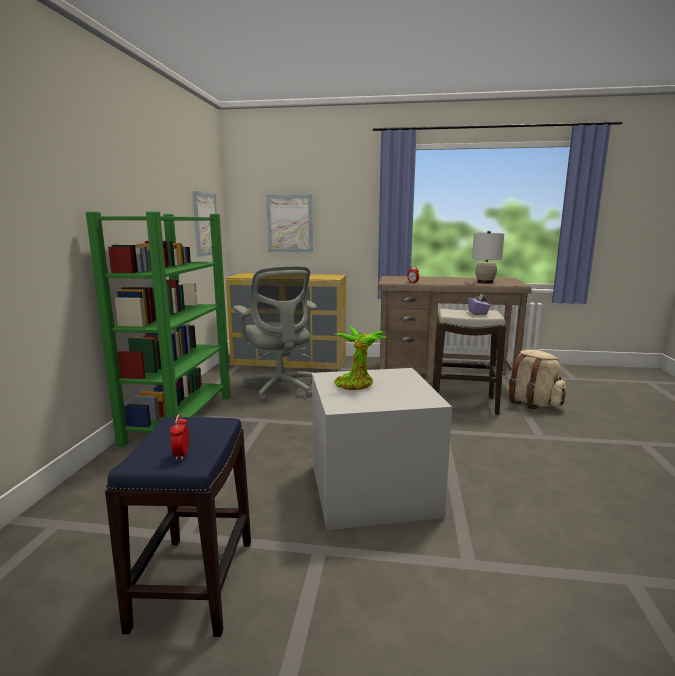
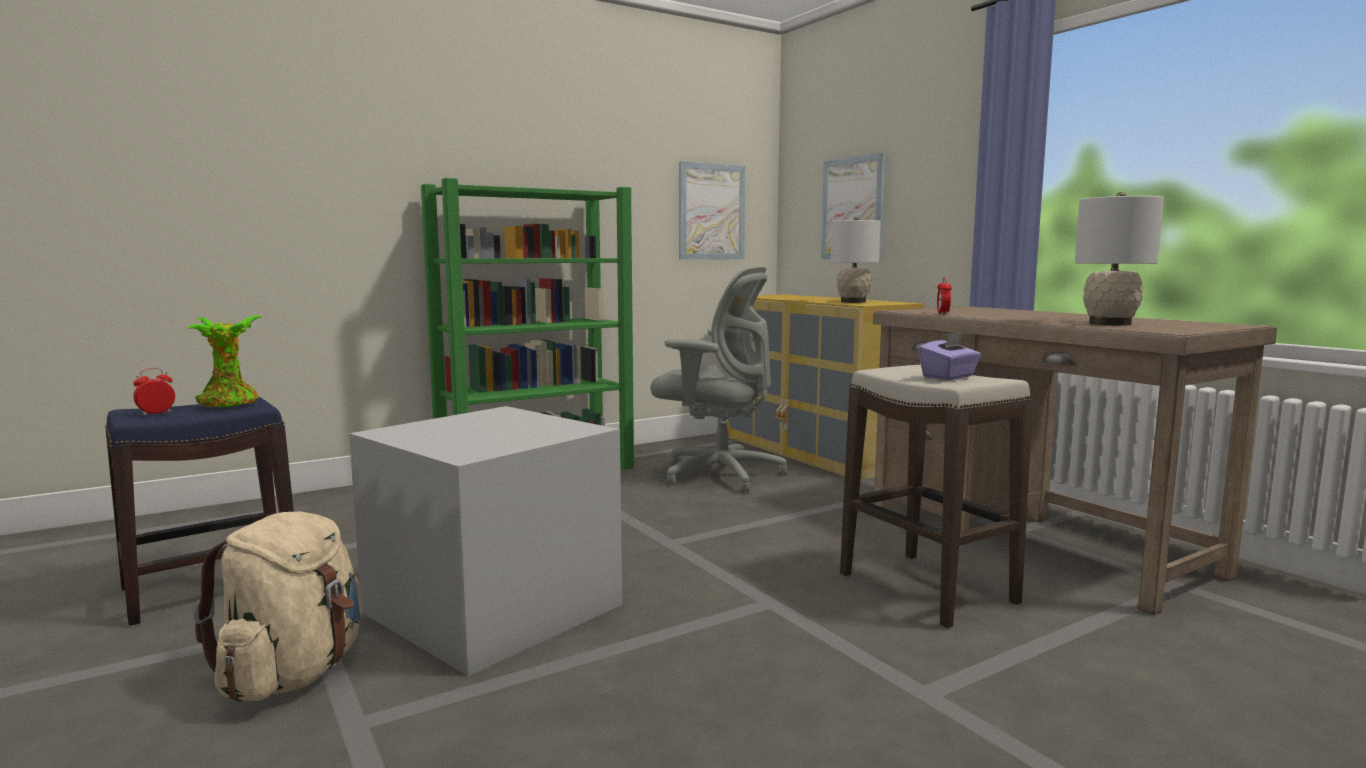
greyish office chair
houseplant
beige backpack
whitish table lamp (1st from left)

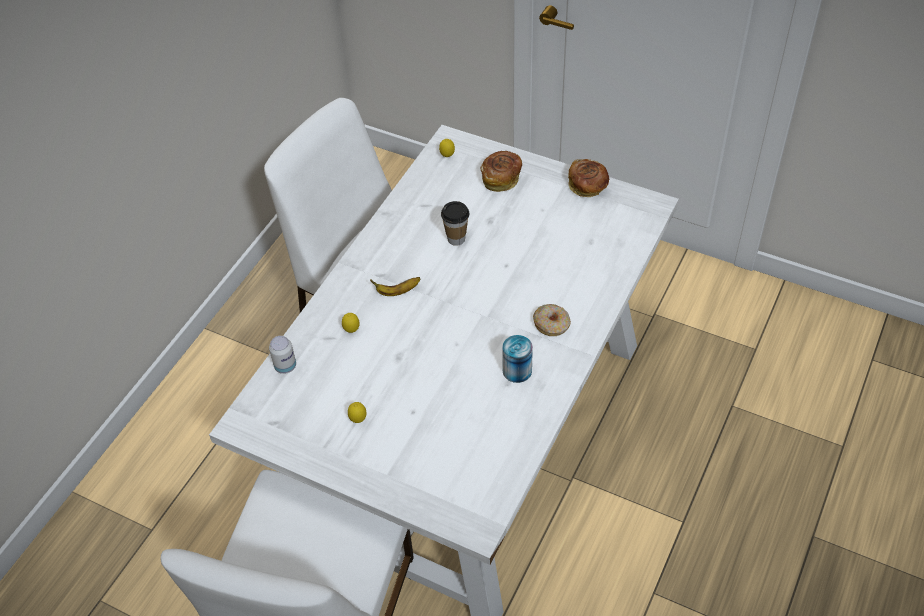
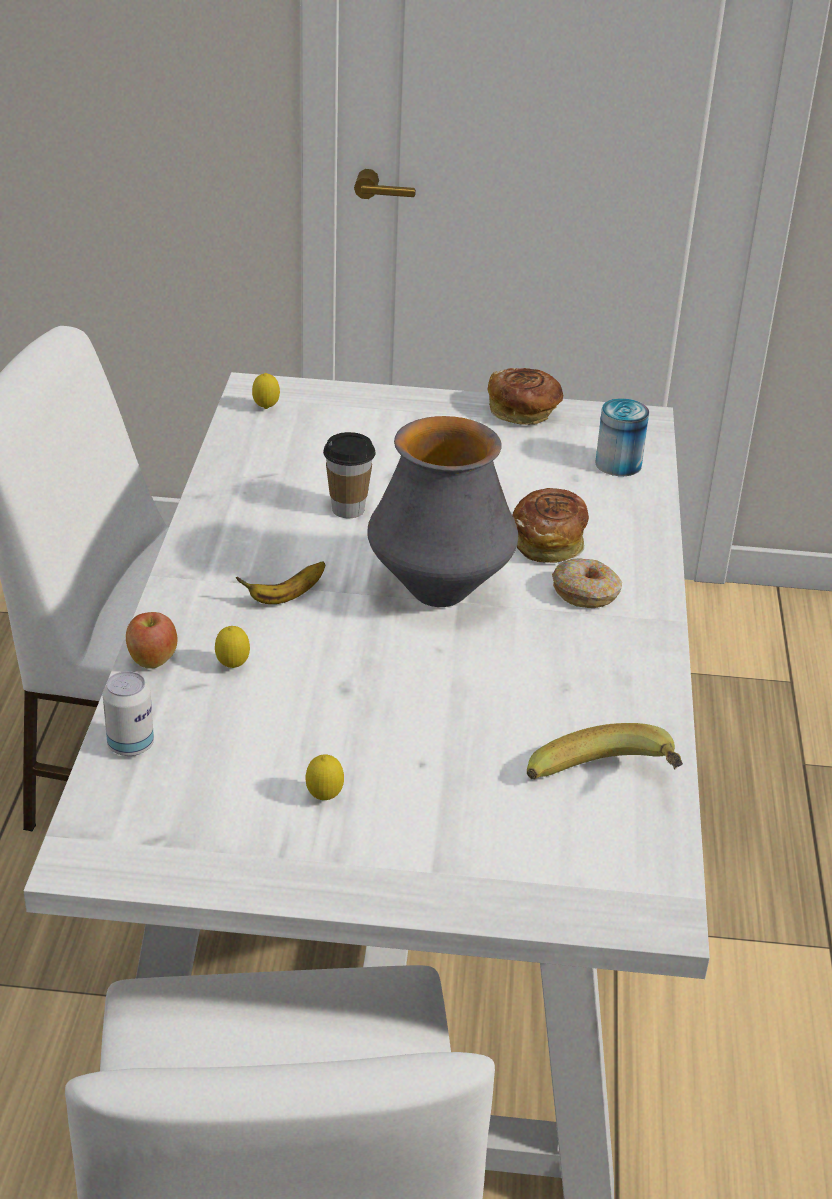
baked bread (2nd from left)
sealed can (2nd from left)
vase
whole apple
banana (2nd from left)

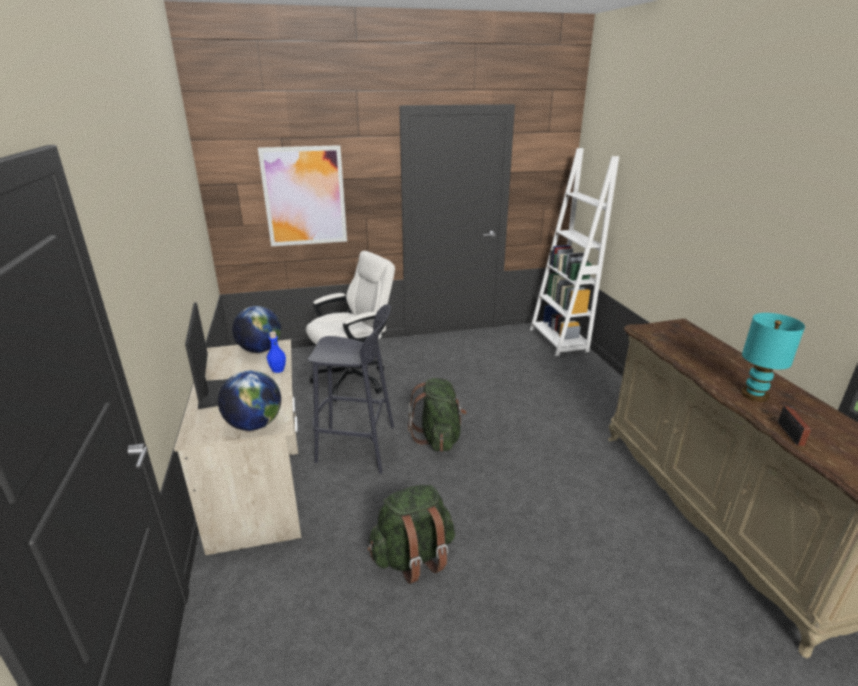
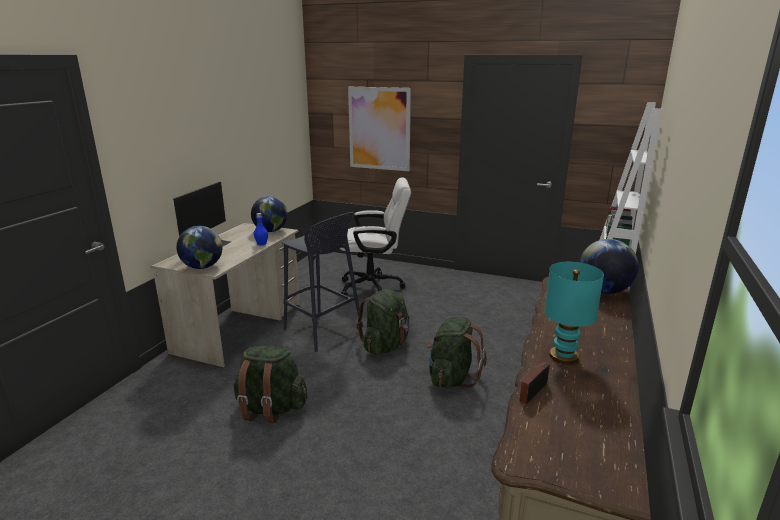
desk globe (3rd from left)
greenish backpack (3rd from left)

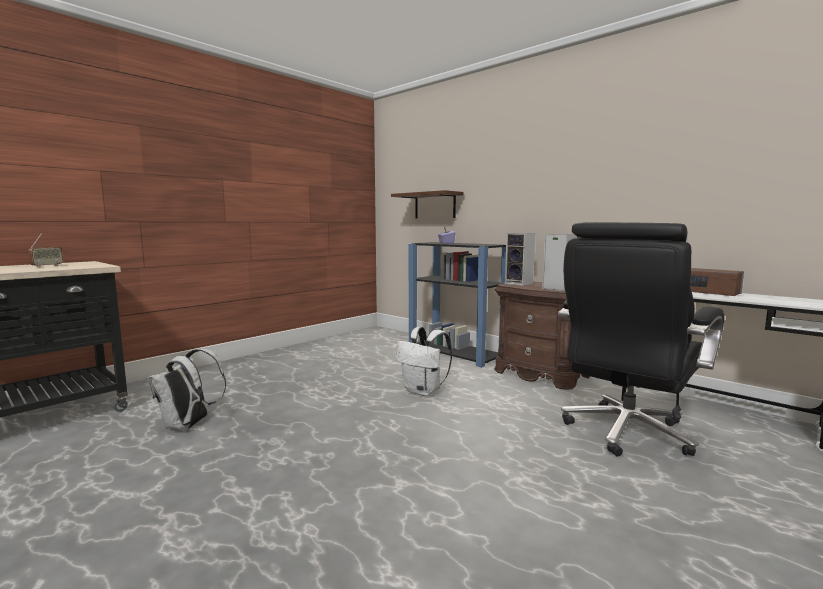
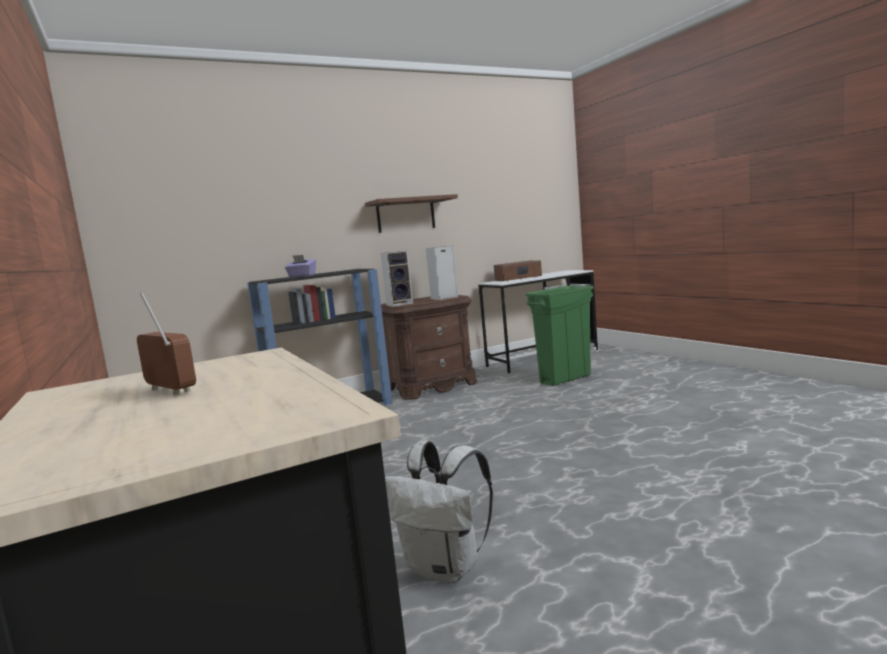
brown bracket shelf
greenish trash can
whitish backpack (2nd from left in the first image)

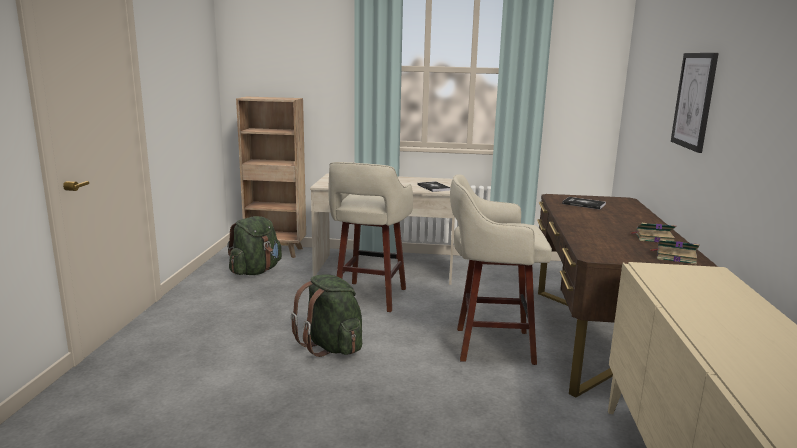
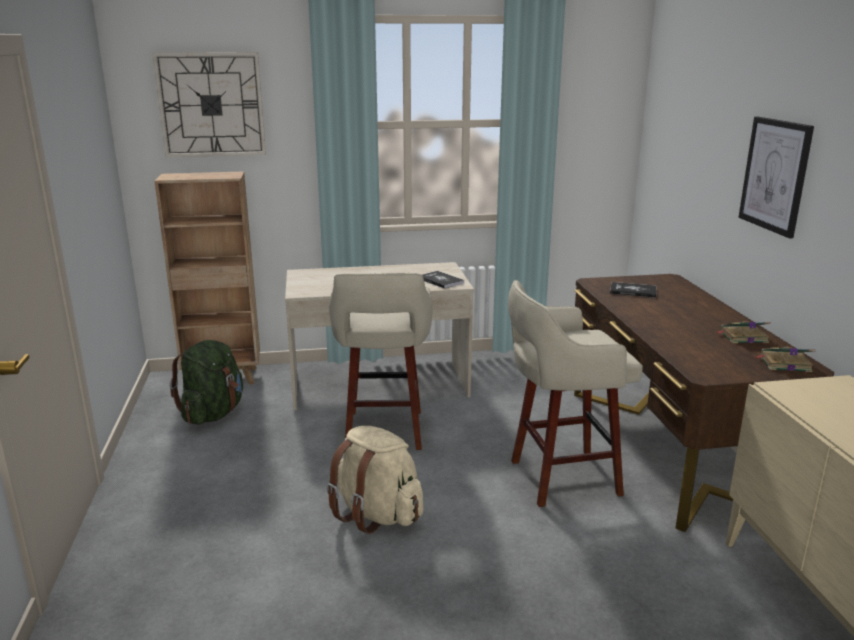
beige backpack
hanging clock

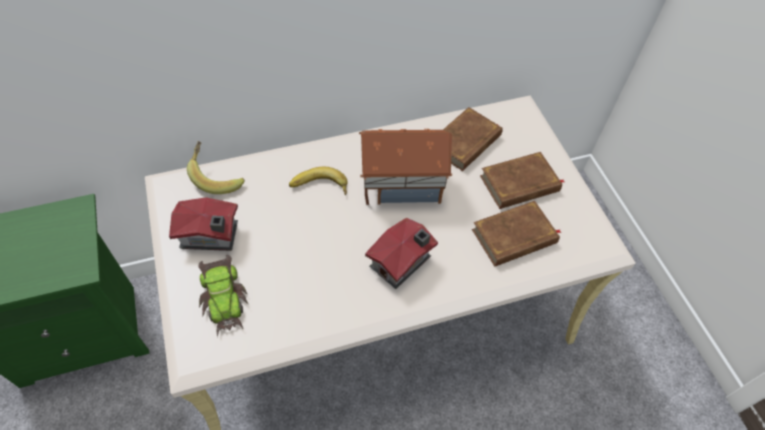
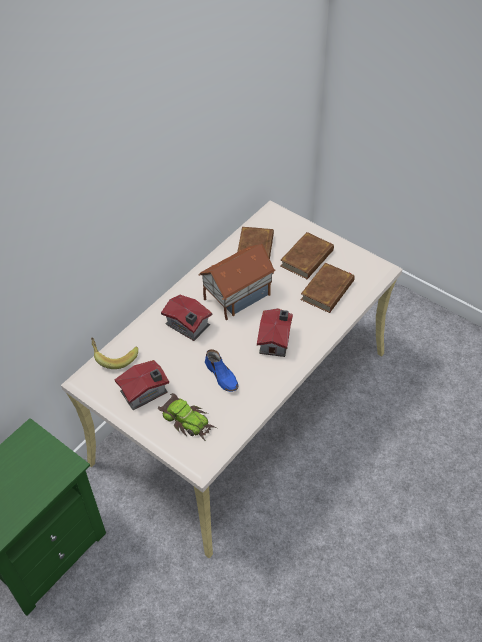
toy house (2nd from left)
bluish item of footwear

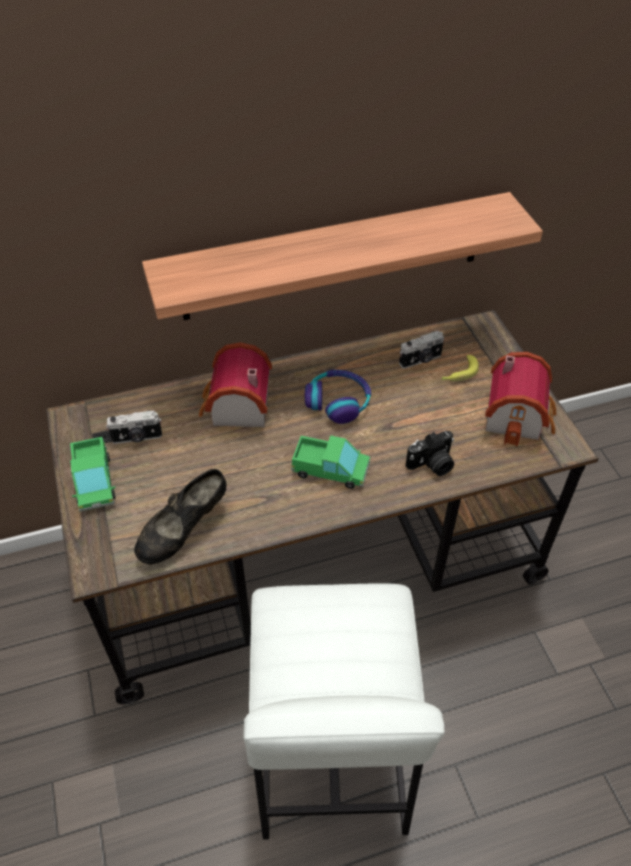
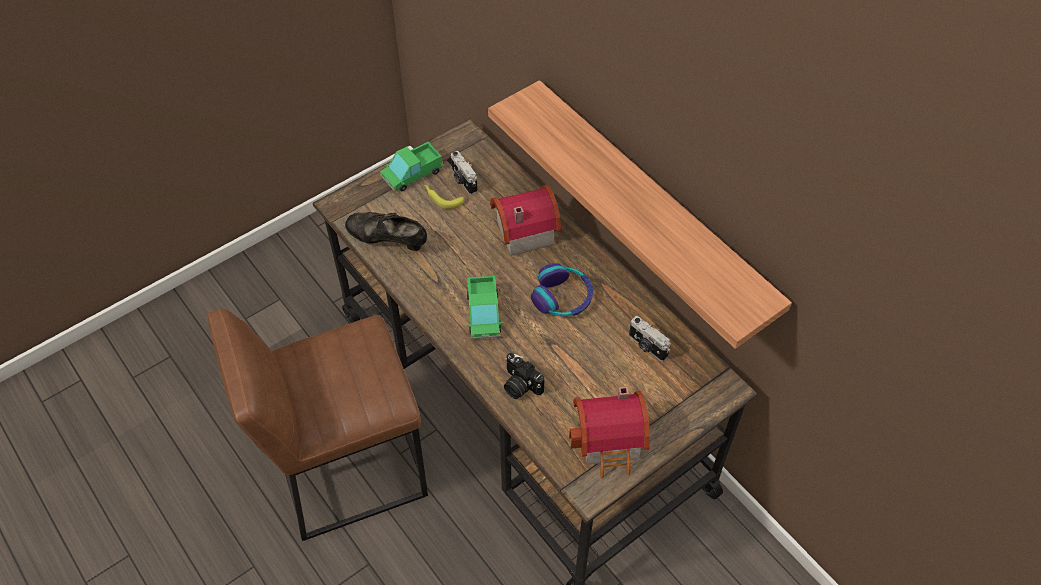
banana
brown plain chair

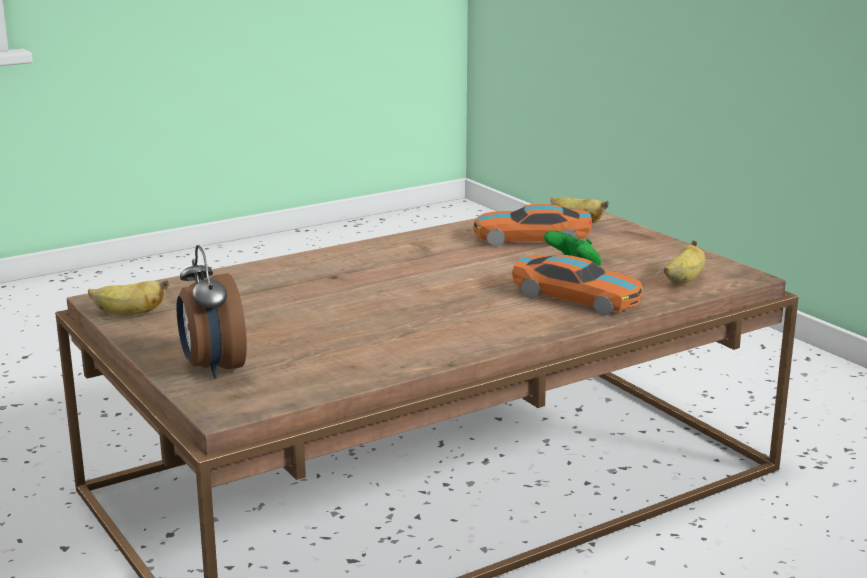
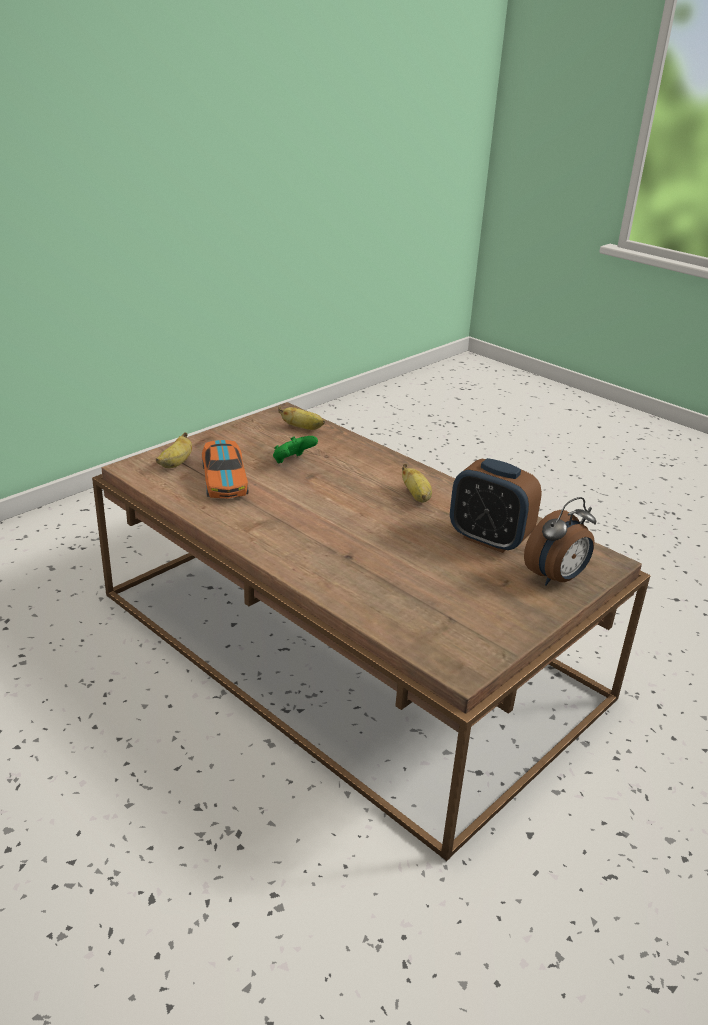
toy car (2nd from left in the first image)
banana (3rd from left)
alarm clock (1st from left)

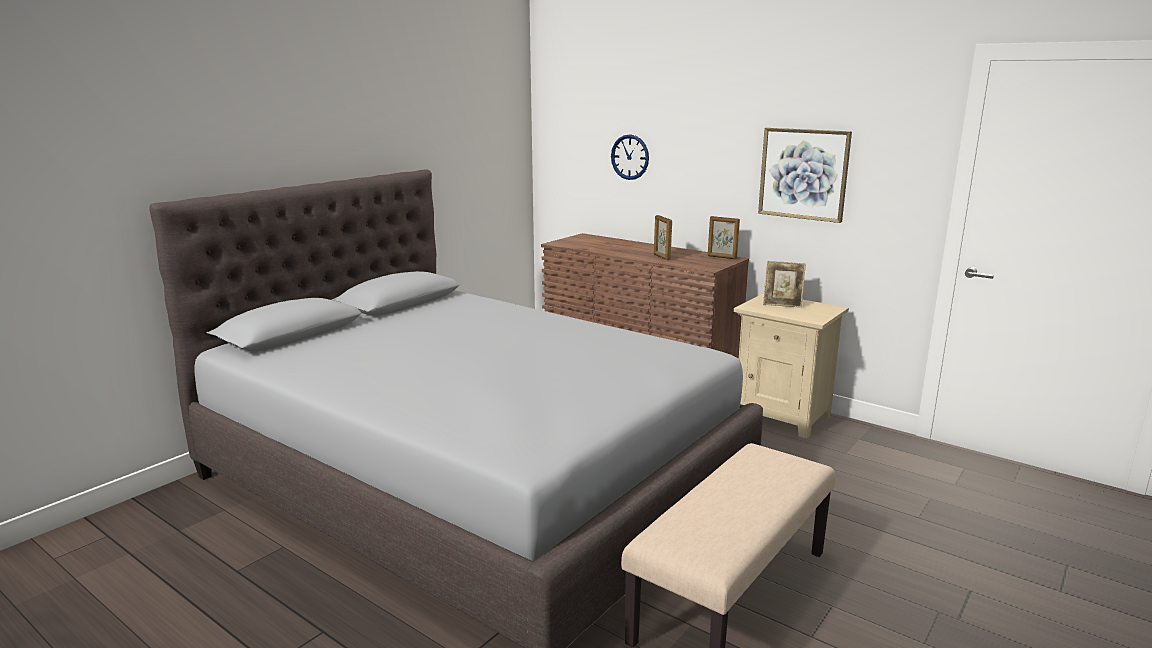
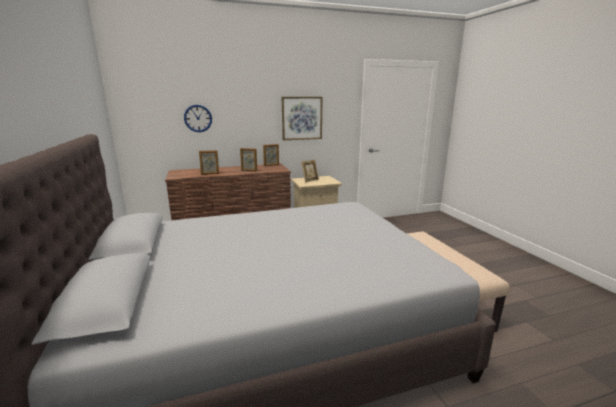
photo frame (1st from left)

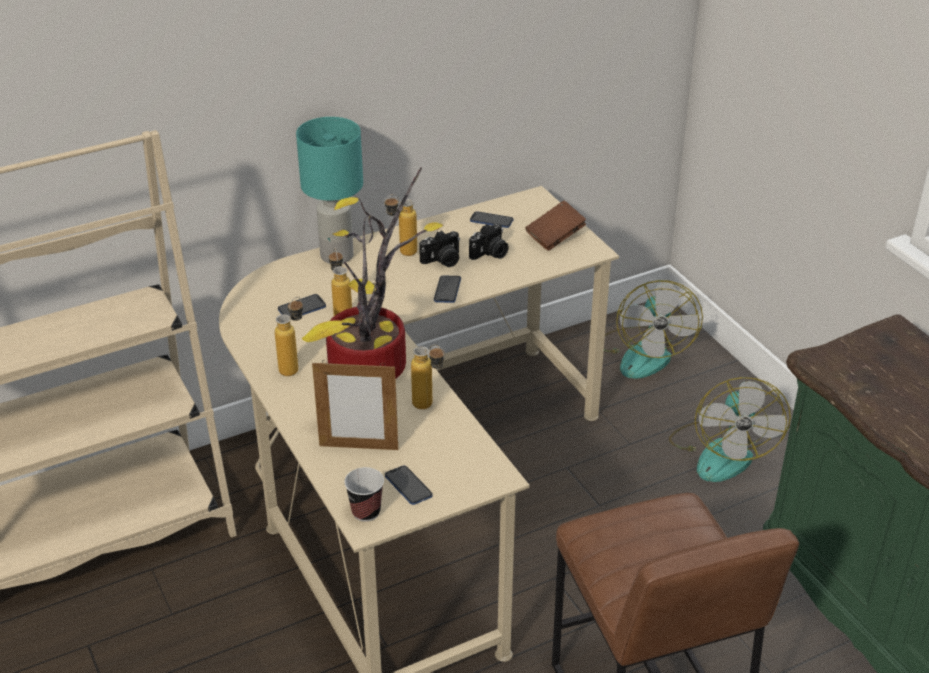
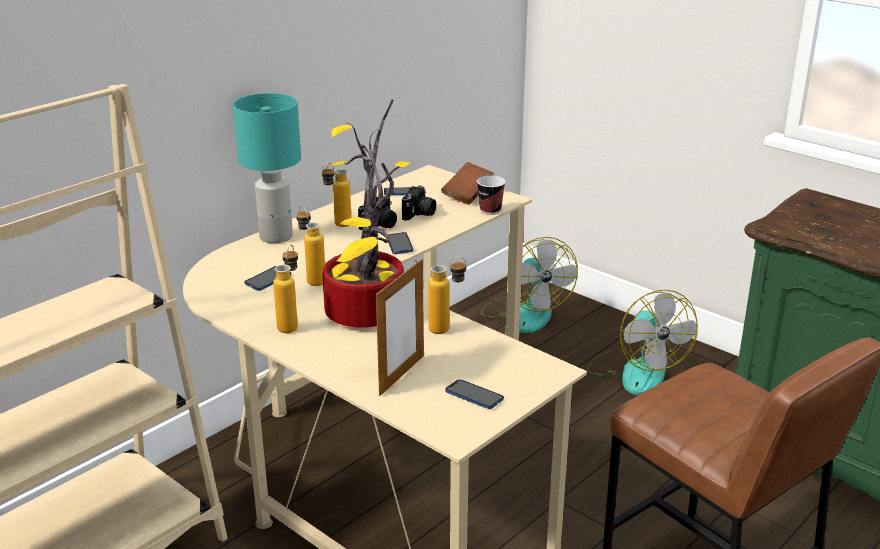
photo frame
cup

